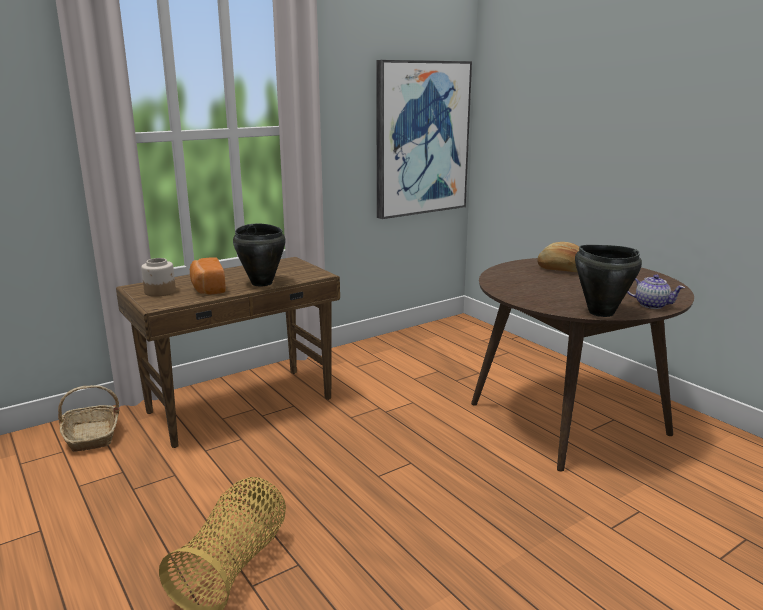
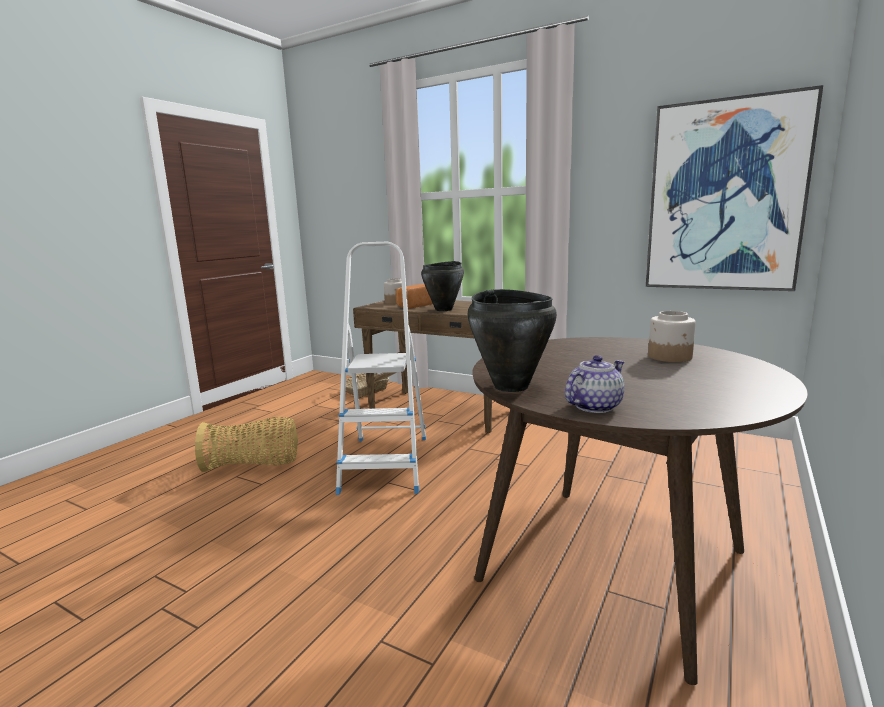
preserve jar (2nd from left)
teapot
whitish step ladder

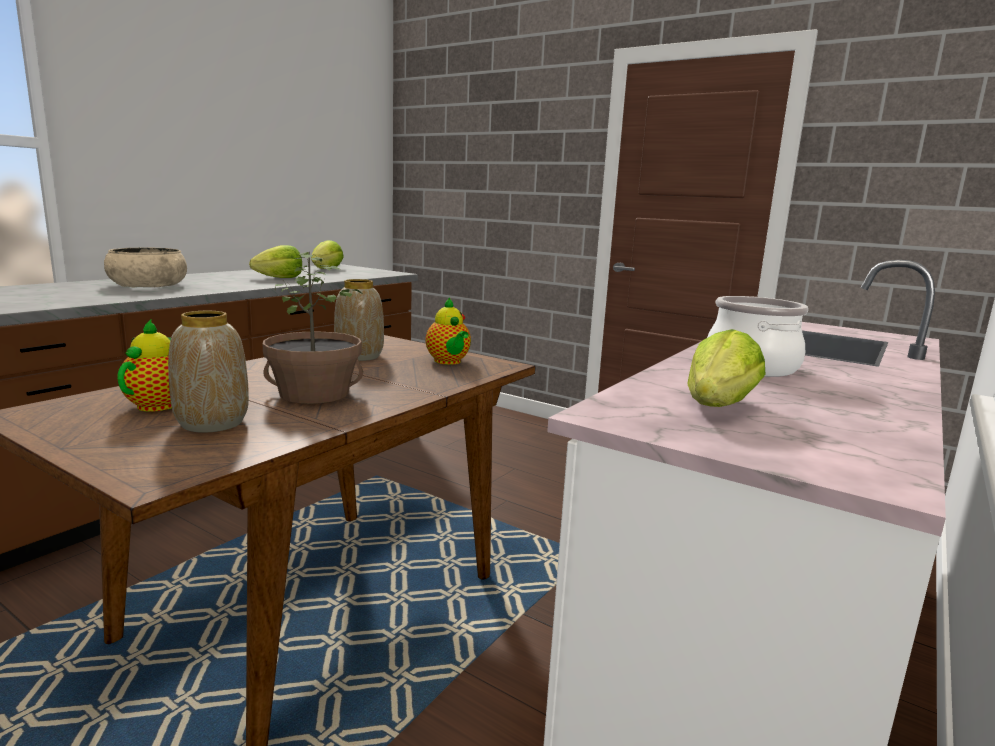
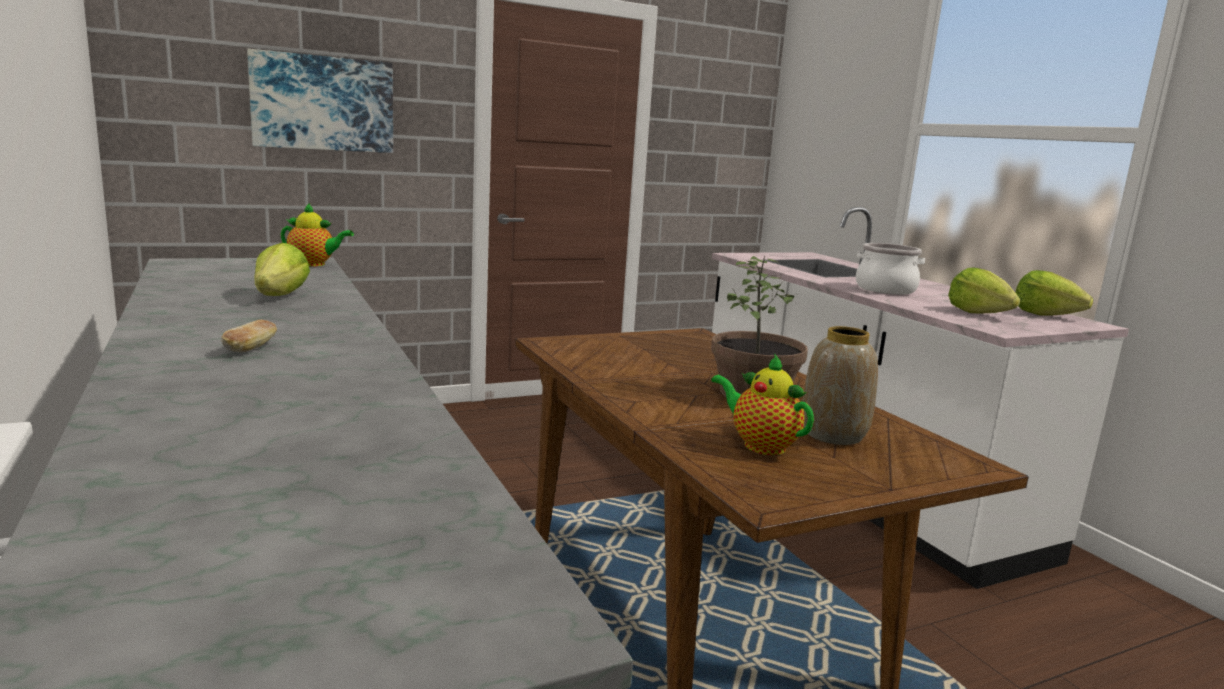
head of lettuce (3rd from left)
baked bread
vase (2nd from left in the first image)
teapot (1st from left)
wall picture

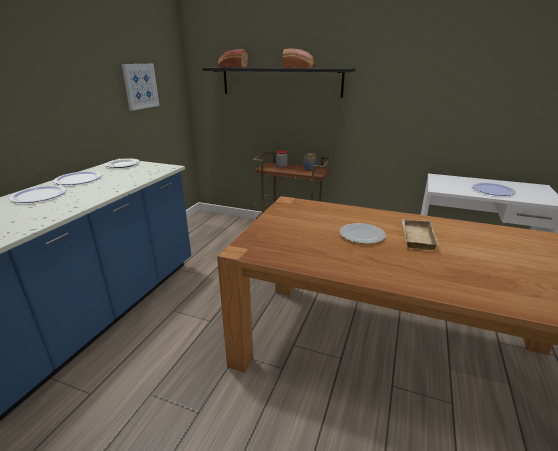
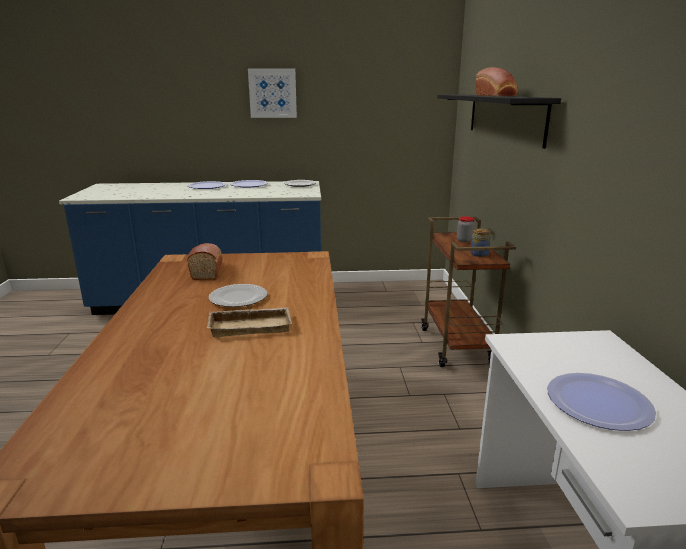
baked bread (1st from left)
wall picture

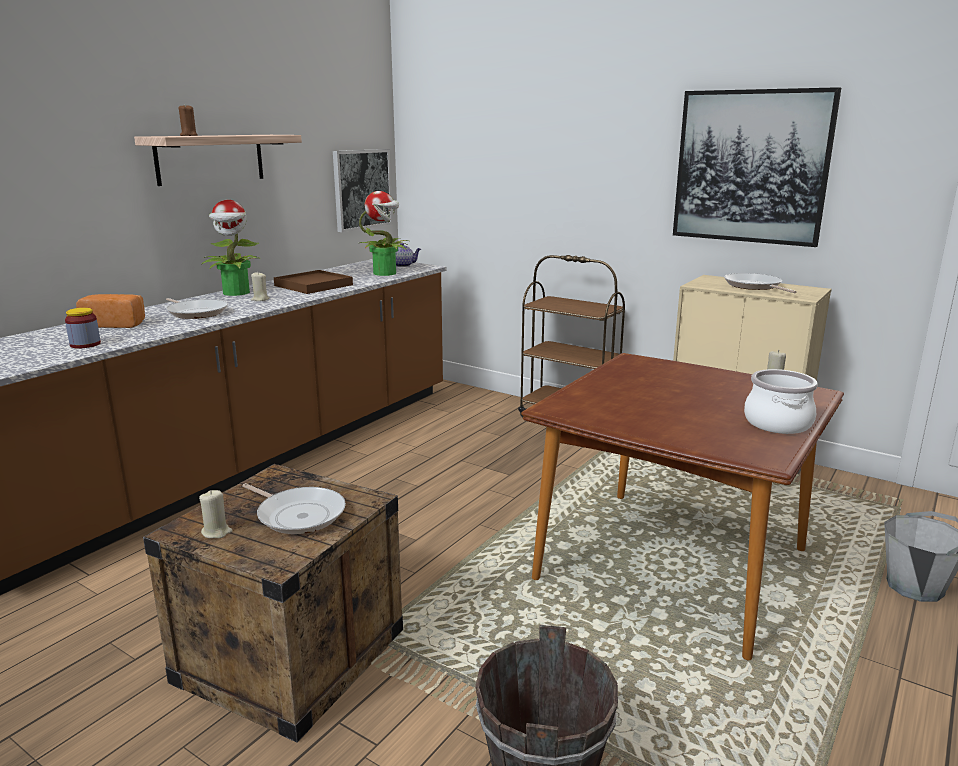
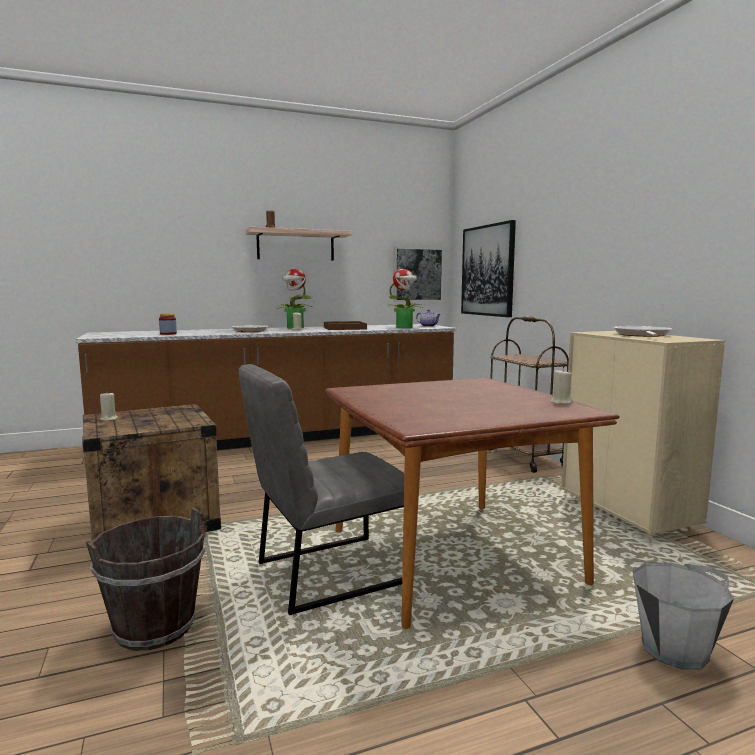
wall picture (2nd from left)
baked bread
saucepot
frying pan (2nd from left in the first image)
greyish plain chair

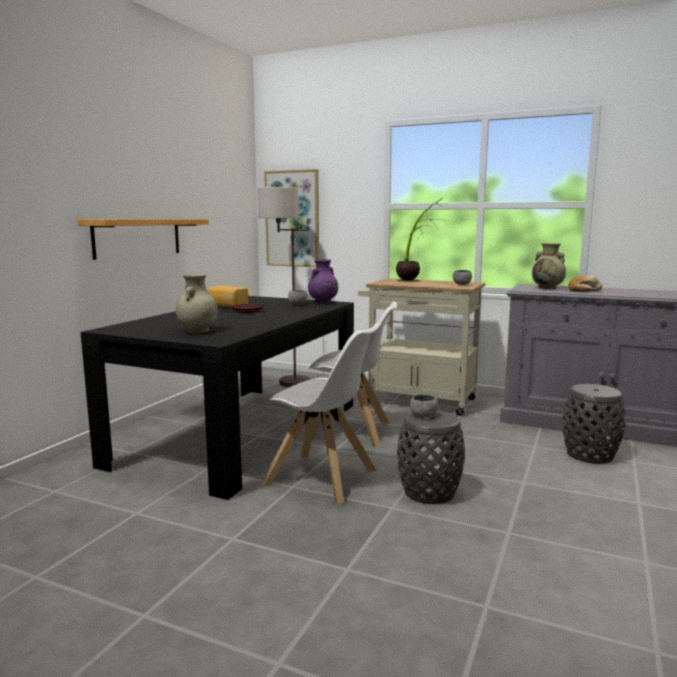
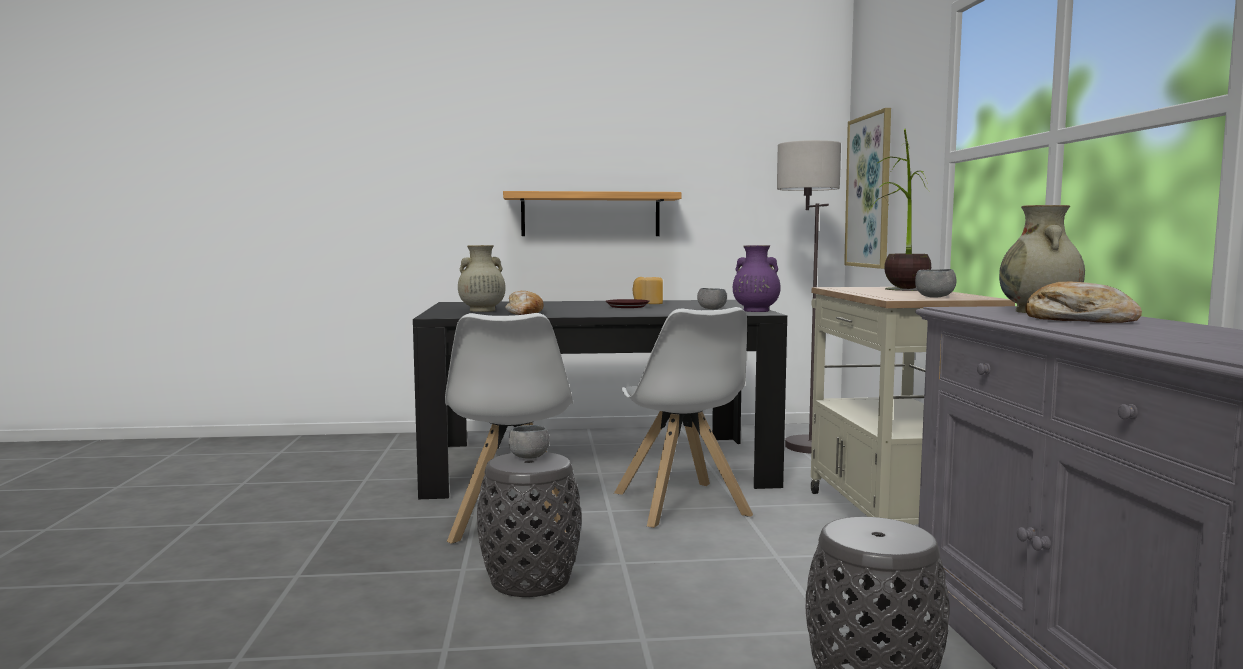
baked bread (1st from left)

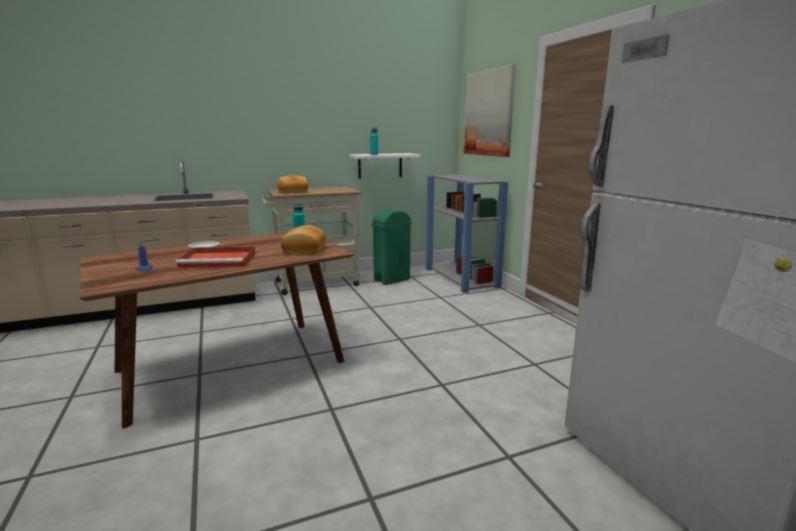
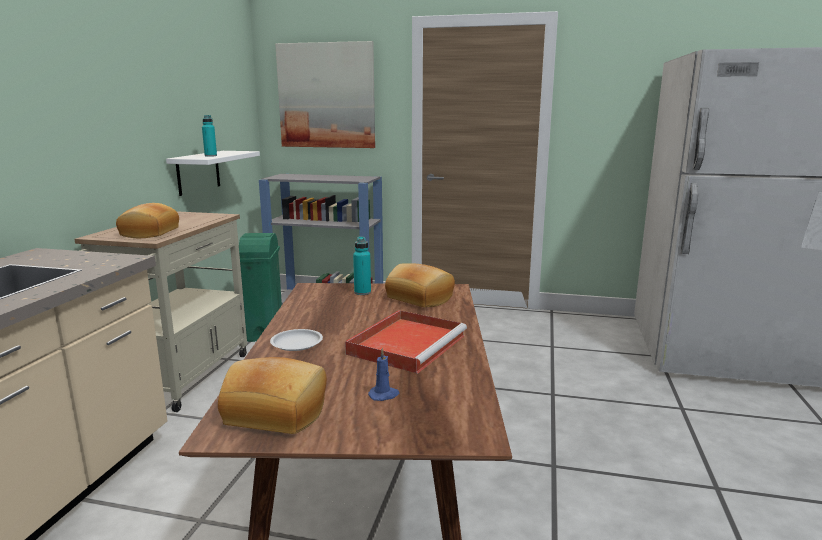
baked bread (2nd from left)

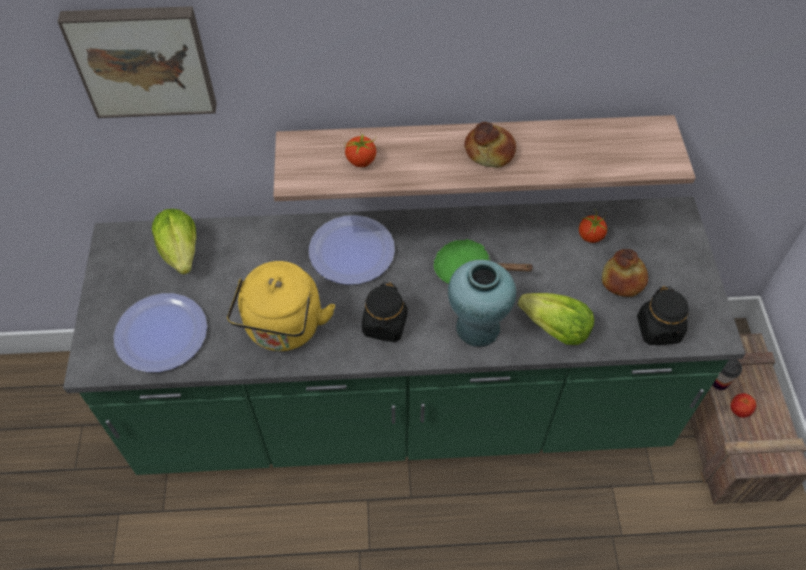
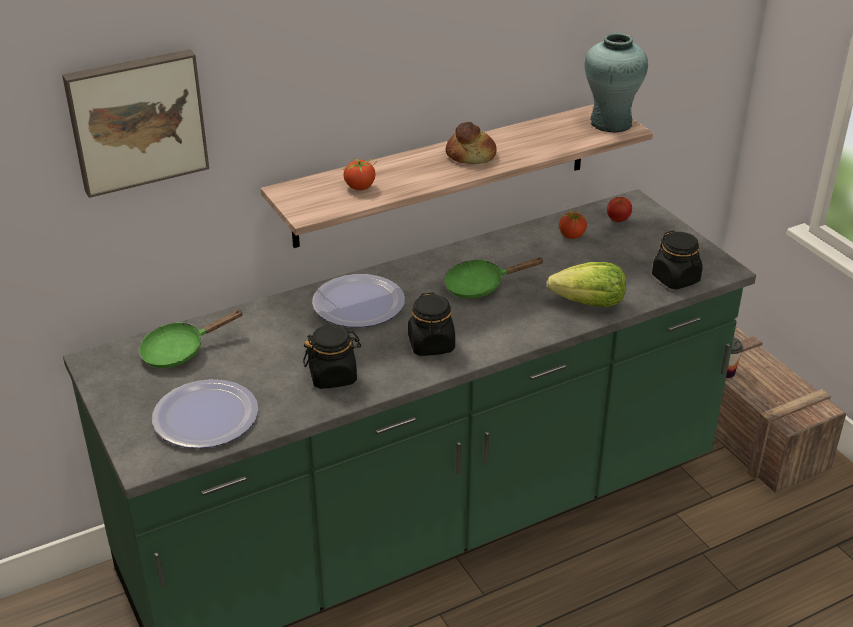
greenish frying pan (1st from left)
baked bread (2nd from left in the first image)
blue-green vase
black preserve jar (1st from left)
tomato (3rd from left)

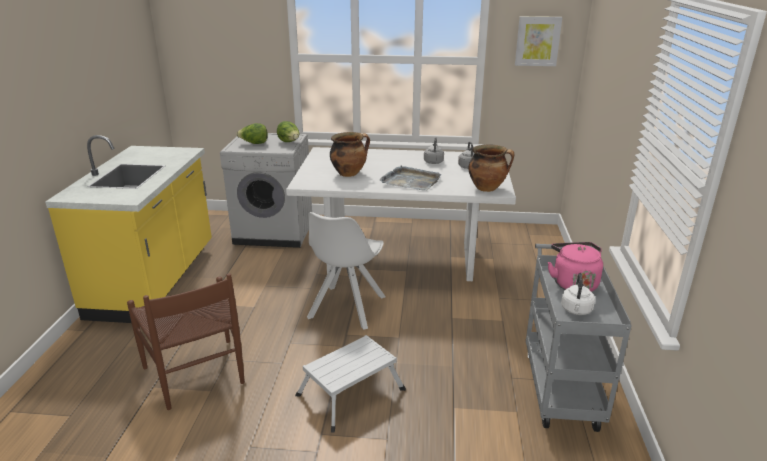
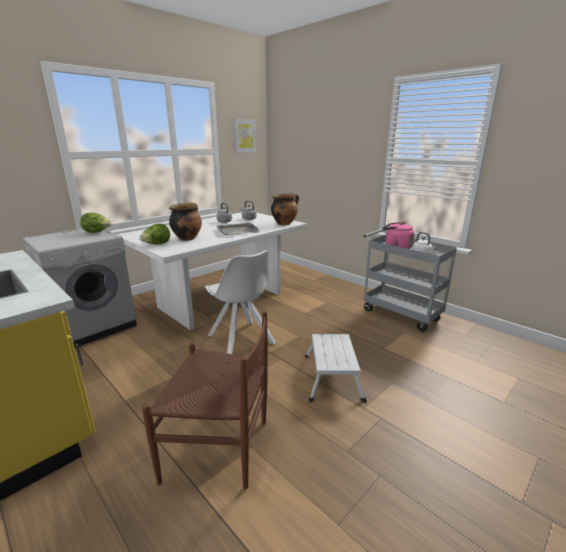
head of lettuce (2nd from left)

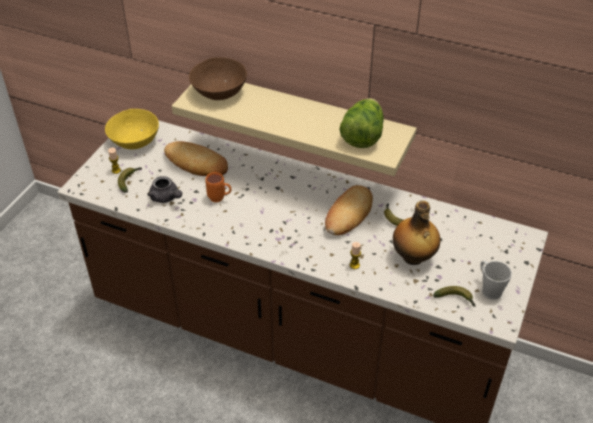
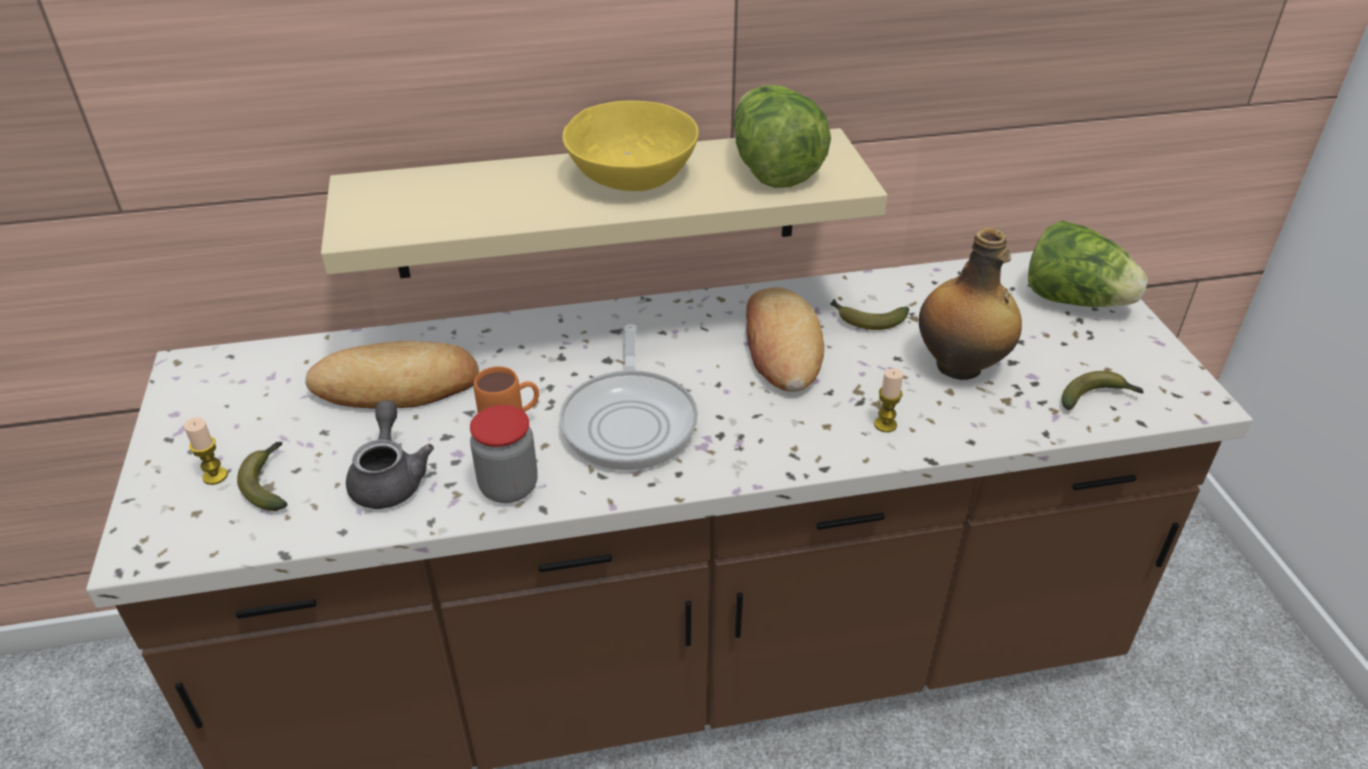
brown serving bowl
yellow serving bowl
greyish teapot
greyish coffee mug
head of lettuce (2nd from left)
frying pan
preserve jar

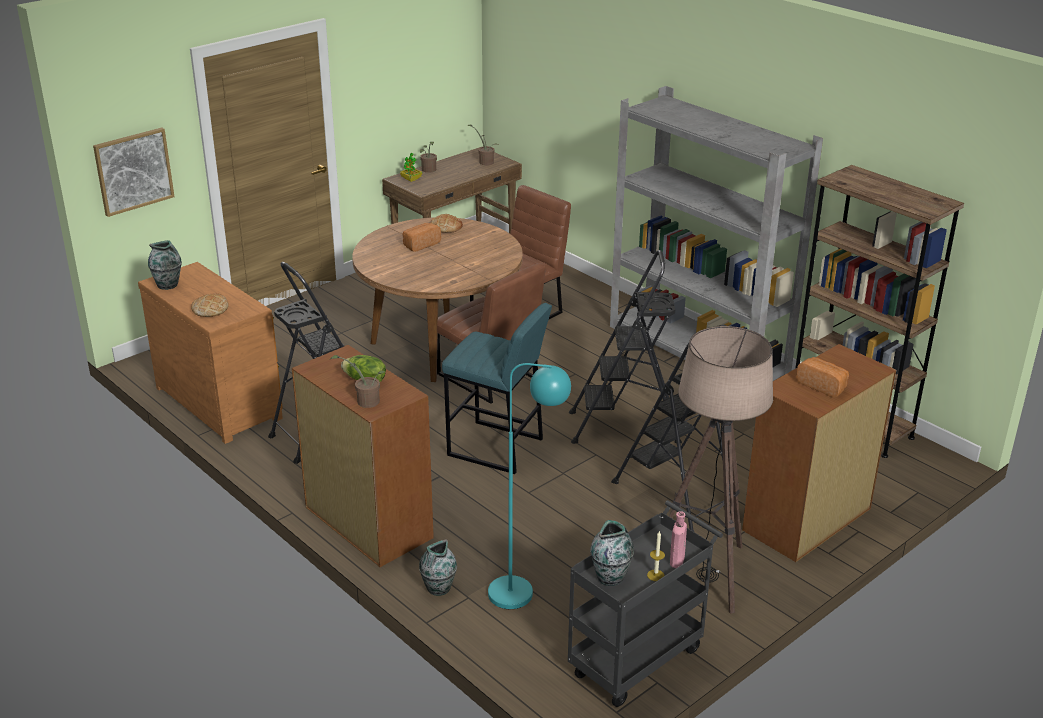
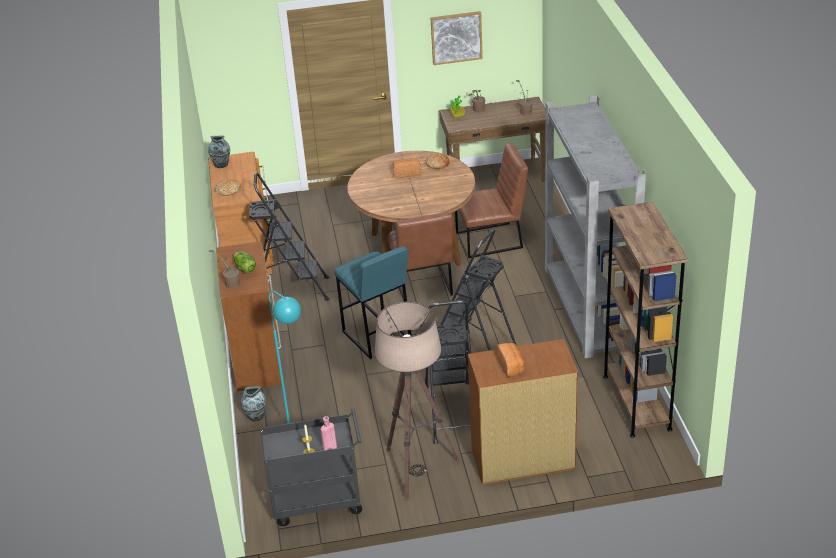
wall picture
vase (3rd from left in the first image)

